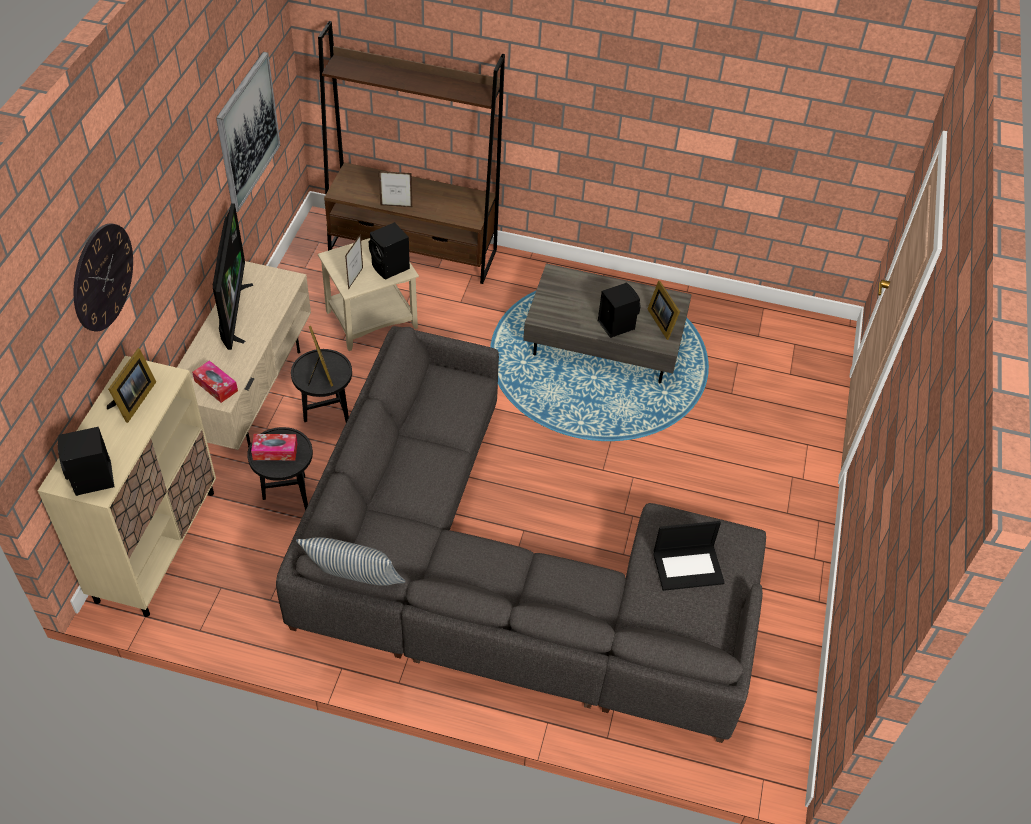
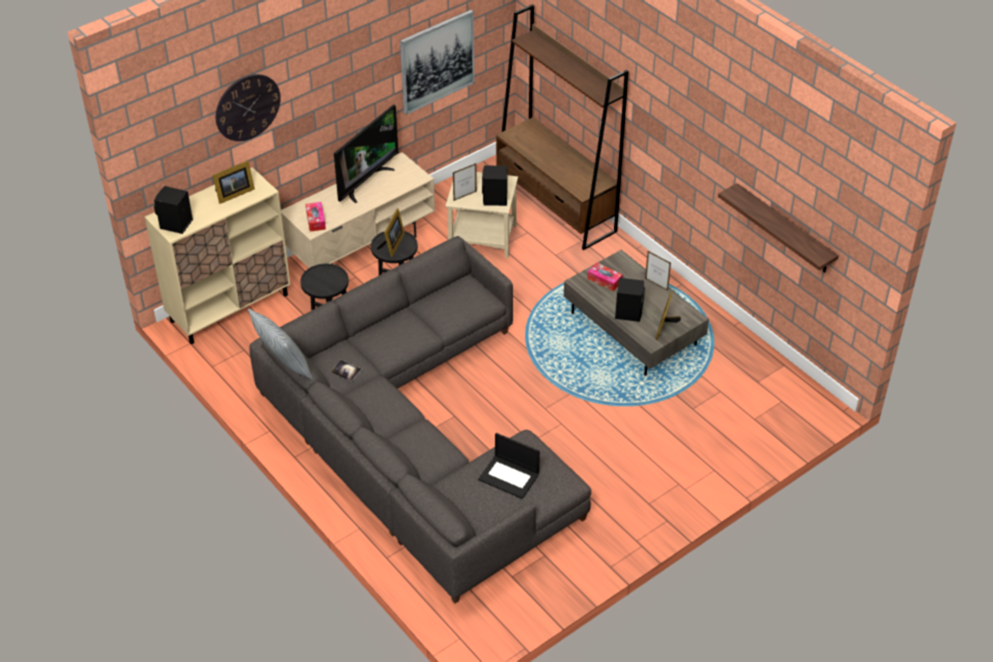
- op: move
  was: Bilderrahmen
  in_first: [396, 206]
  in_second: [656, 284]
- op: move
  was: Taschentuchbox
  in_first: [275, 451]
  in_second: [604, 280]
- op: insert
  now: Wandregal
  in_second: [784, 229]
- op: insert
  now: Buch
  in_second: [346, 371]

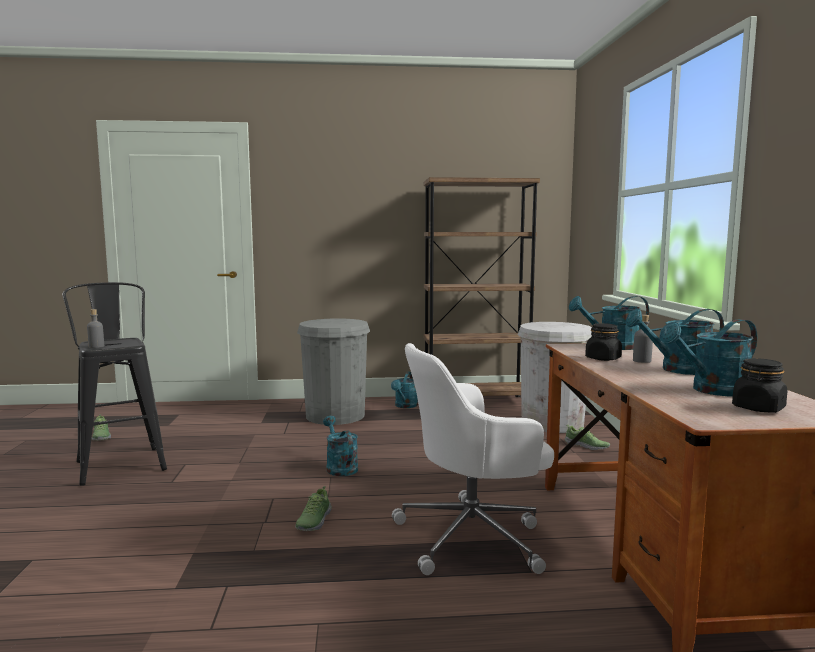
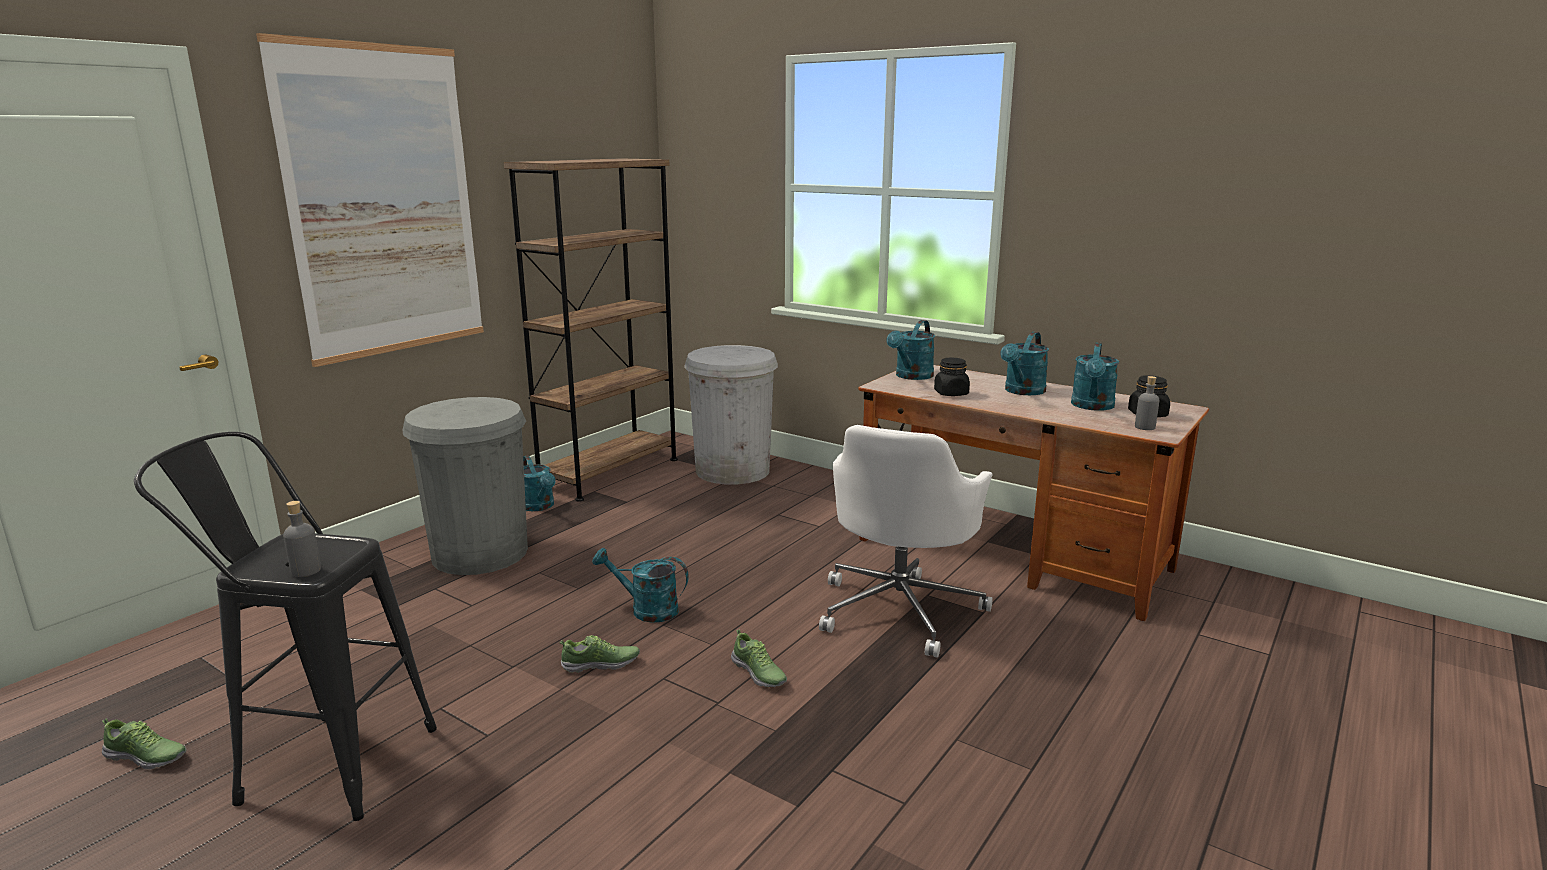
- op: move
  was: Flasche [grau]
  in_first: [642, 361]
  in_second: [1145, 427]
- op: move
  was: Schuh
  in_first: [587, 446]
  in_second: [601, 664]
- op: insert
  now: Bild
  in_second: [383, 203]

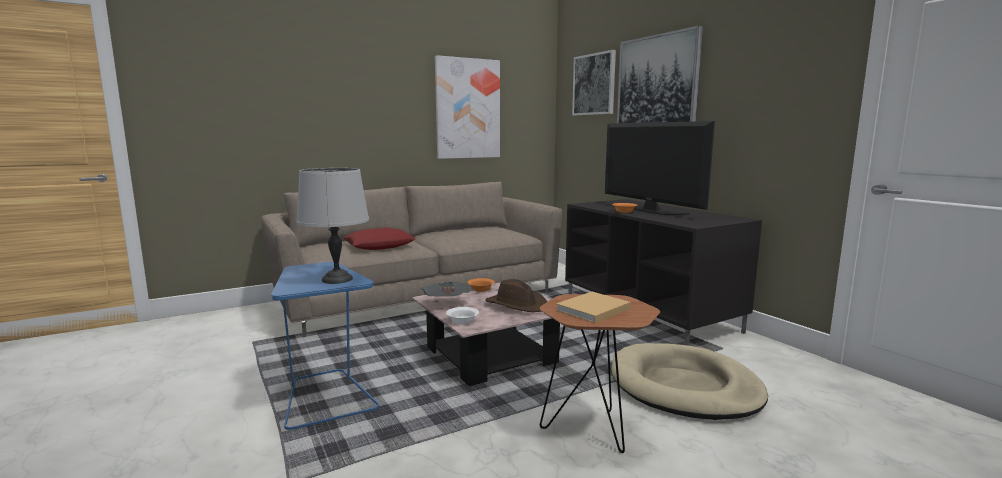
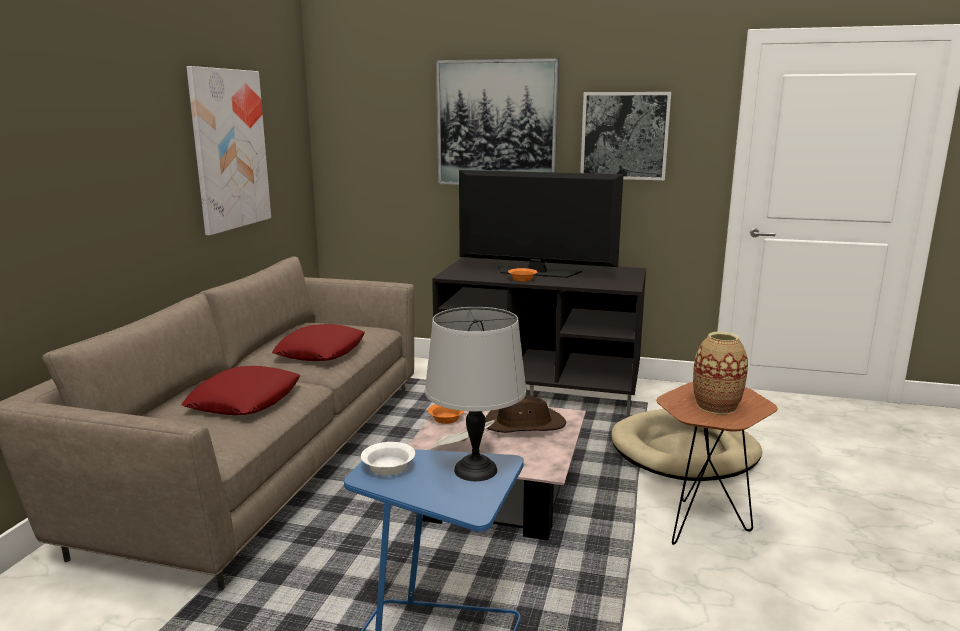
- op: move
  was: Bild
  in_first: [594, 84]
  in_second: [624, 136]
- op: replace
  was: Buch [beige]
  now: Vase
  in_first: [591, 310]
  in_second: [716, 406]
- op: move
  was: Schüssel [weiß]
  in_first: [462, 321]
  in_second: [389, 468]
- op: insert
  now: Kissen [rot]
  in_second: [321, 351]

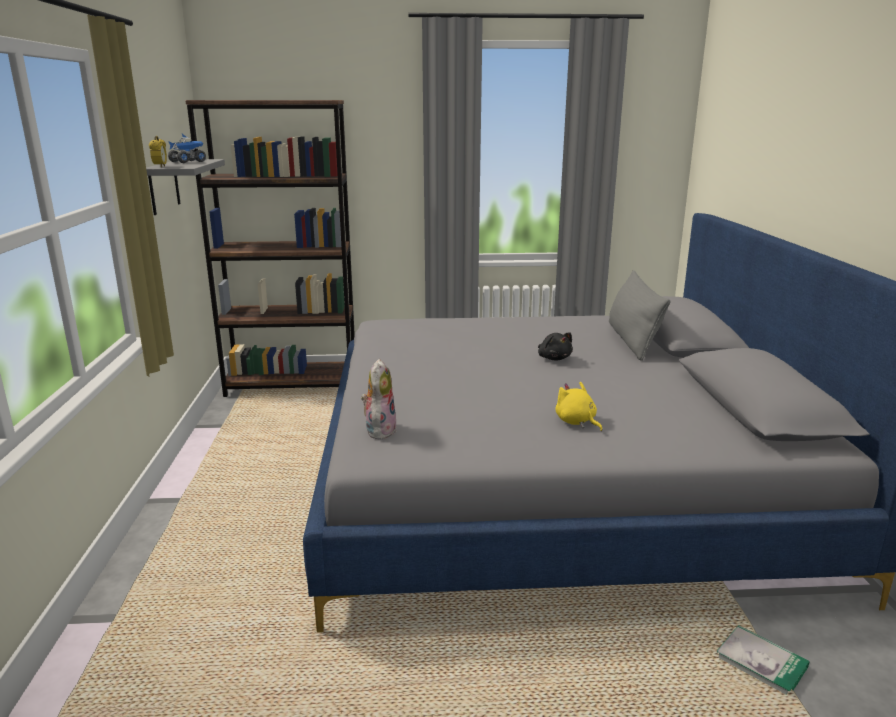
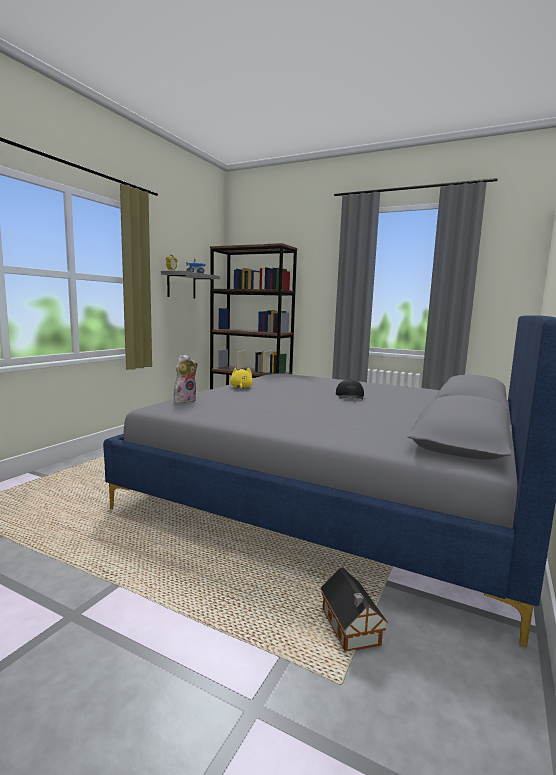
- op: delete
  was: Kissen [grau]
  in_first: [632, 340]
- op: replace
  was: Plüschtier [schwarz]
  now: Kappe [schwarz]
  in_first: [554, 358]
  in_second: [350, 396]
- op: move
  was: Plüschtier [gelb]
  in_first: [576, 422]
  in_second: [241, 387]
- op: replace
  was: Buch
  now: Spielzeughaus
  in_first: [761, 662]
  in_second: [351, 629]

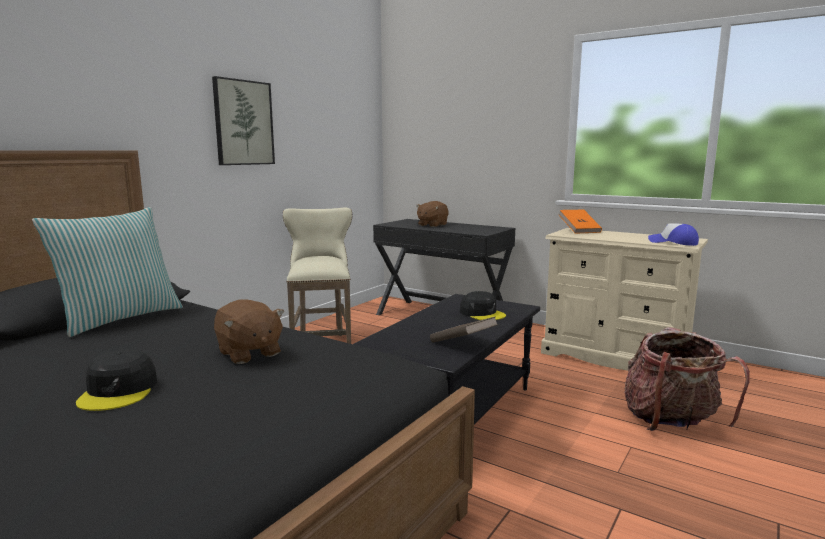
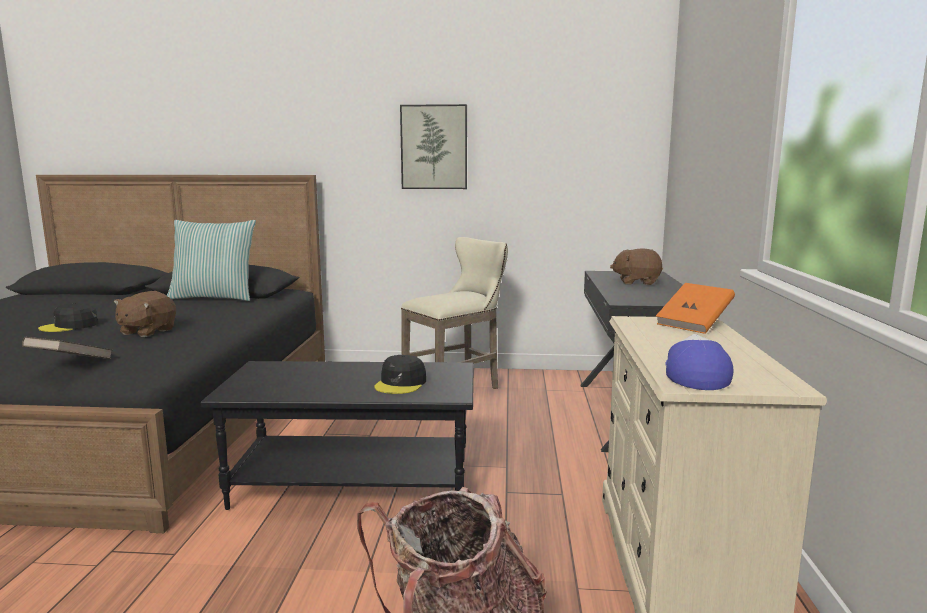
- op: move
  was: Buch [braun]
  in_first: [462, 344]
  in_second: [70, 364]

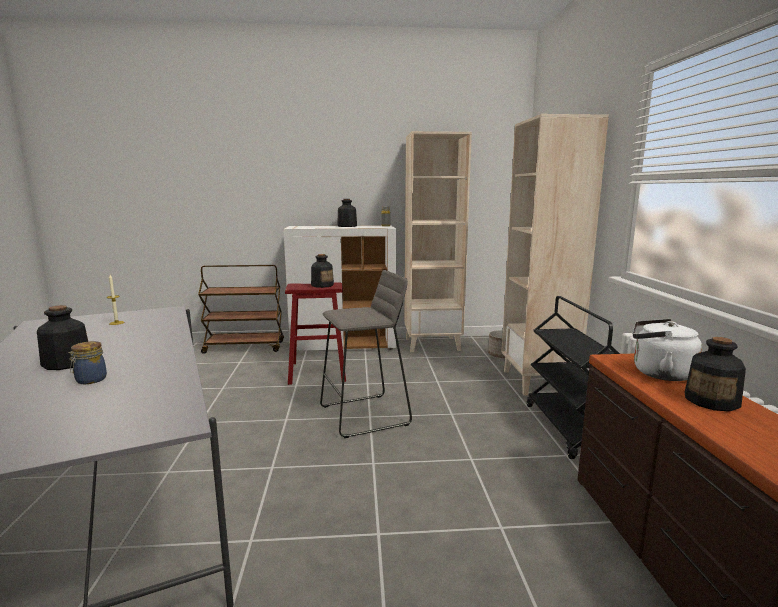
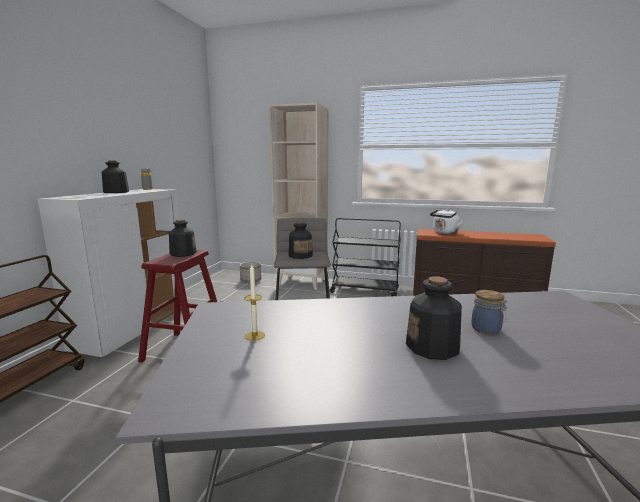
- op: delete
  was: Bücherregal [beige]
  in_first: [432, 344]
- op: move
  was: Flasche
  in_first: [712, 401]
  in_second: [300, 255]

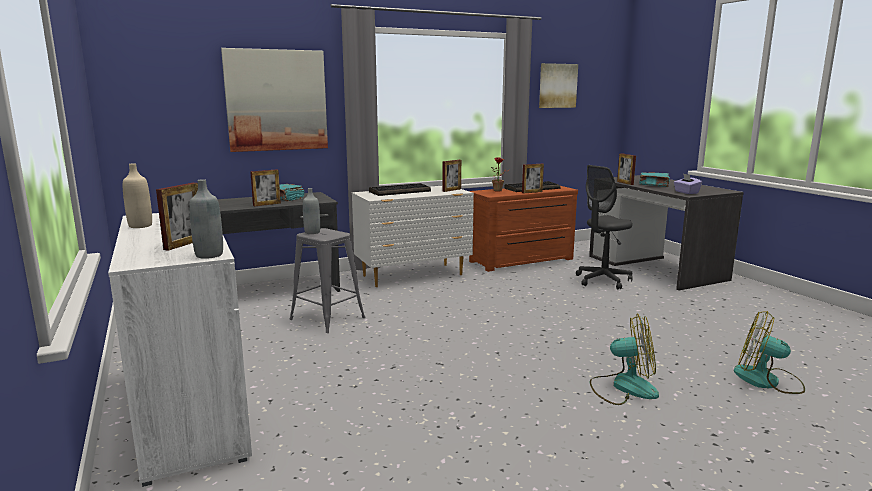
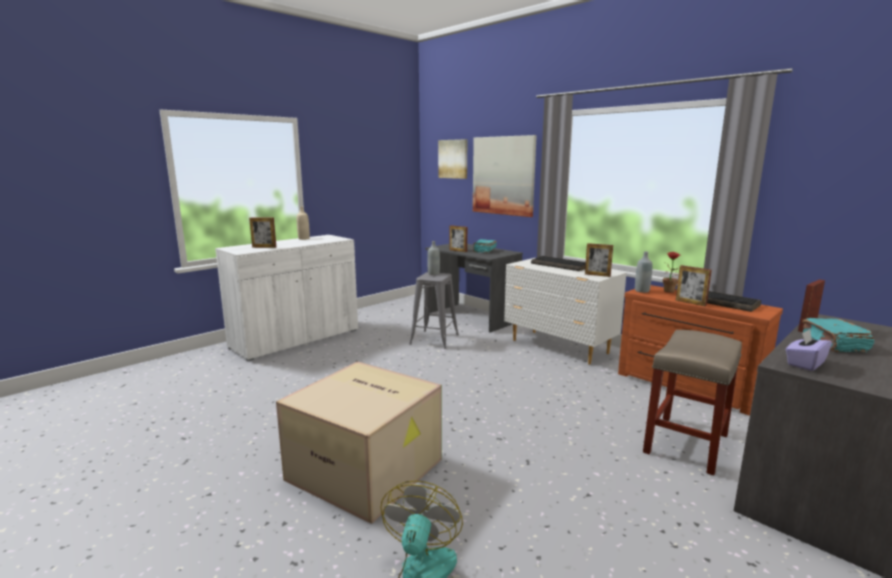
- op: move
  was: Bild
  in_first: [557, 86]
  in_second: [453, 159]
- op: replace
  was: Bürostuhl [grau]
  now: Hocker [beige]
  in_first: [603, 280]
  in_second: [686, 443]
- op: move
  was: Flasche [grau]
  in_first: [209, 255]
  in_second: [642, 291]
- op: replace
  was: Ventilator
  now: Karton
  in_first: [623, 387]
  in_second: [367, 469]

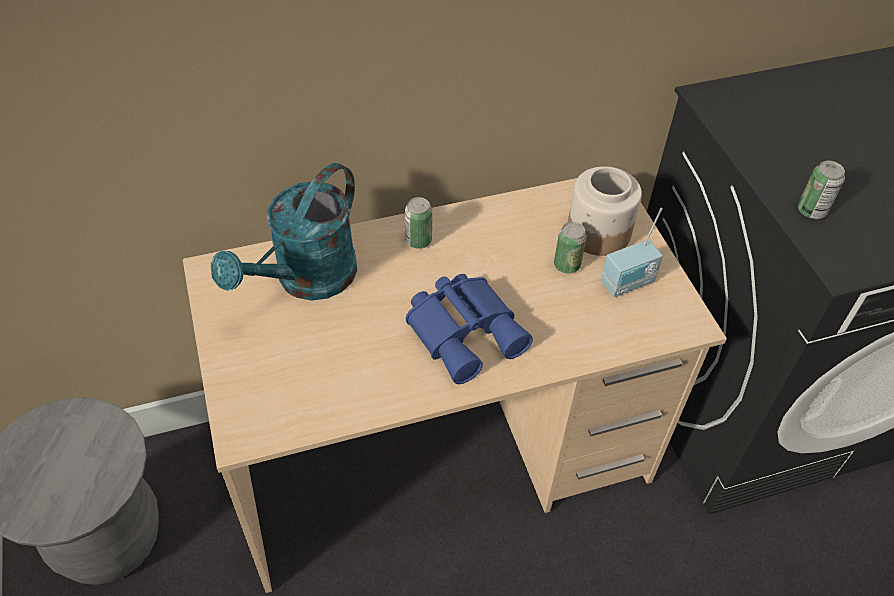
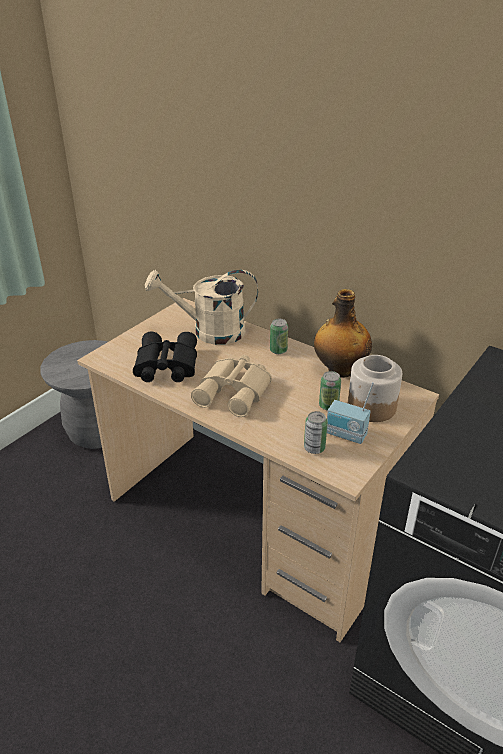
- op: move
  was: Dose
  in_first: [811, 211]
  in_second: [314, 448]
- op: recolor
  was: Gießkanne [türkis]
  now: Gießkanne [beige]
  in_first: [306, 280]
  in_second: [209, 332]
- op: recolor
  was: Fernglas [blau]
  now: Fernglas [beige]
  in_first: [466, 331]
  in_second: [235, 392]
- op: insert
  now: Flasche
  in_second: [339, 370]
- op: insert
  now: Fernglas [schwarz]
  in_second: [165, 366]

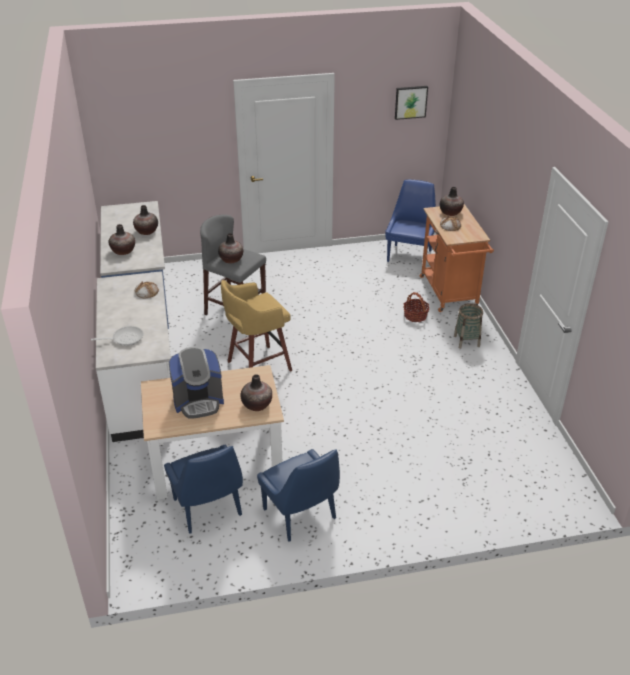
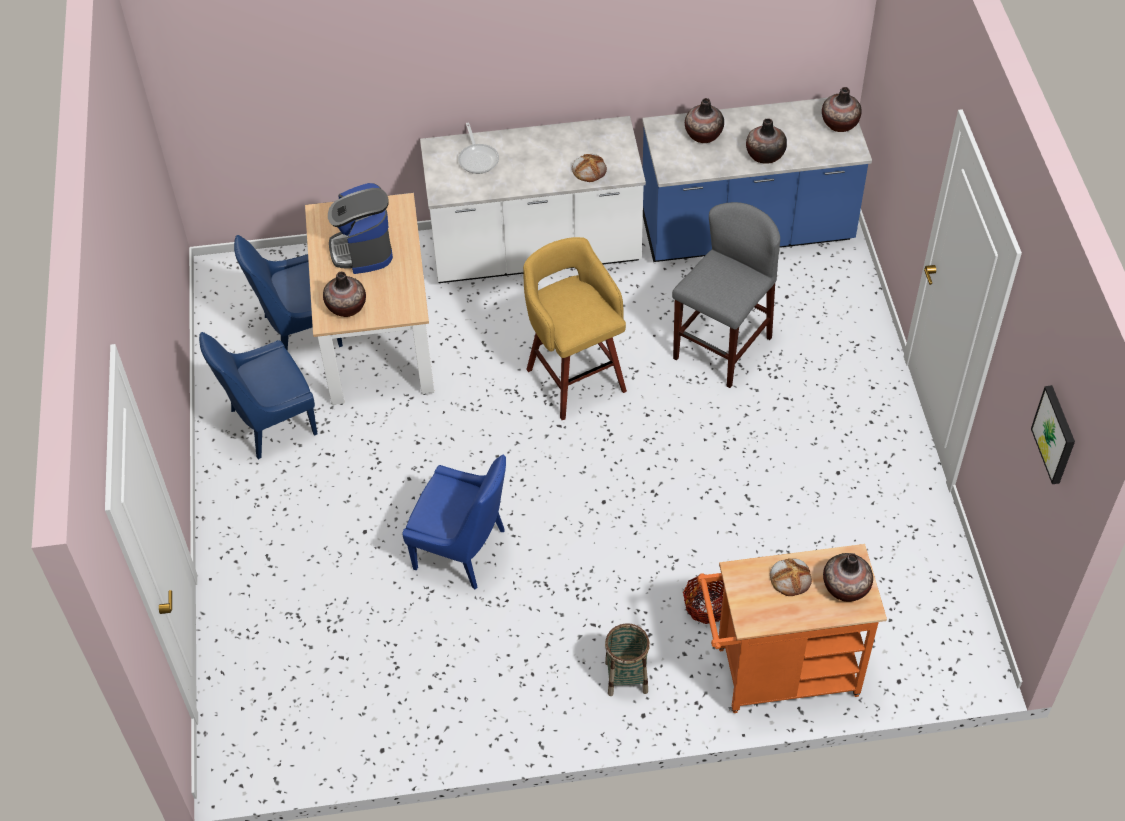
- op: move
  was: Stuhl [blau]
  in_first: [410, 255]
  in_second: [463, 550]
- op: move
  was: Vase
  in_first: [231, 259]
  in_second: [839, 124]

